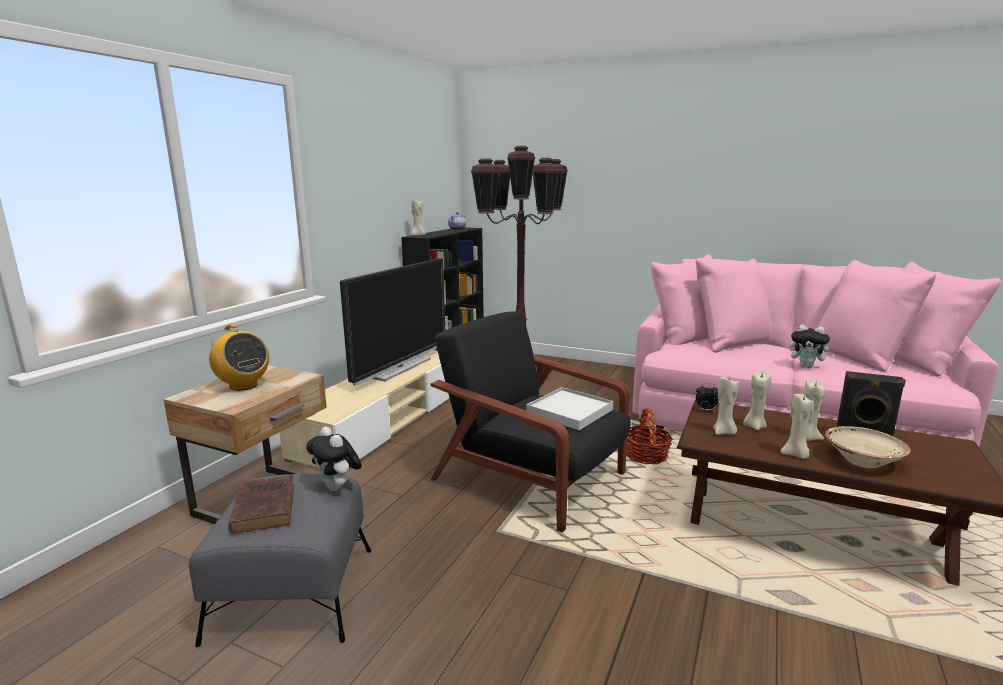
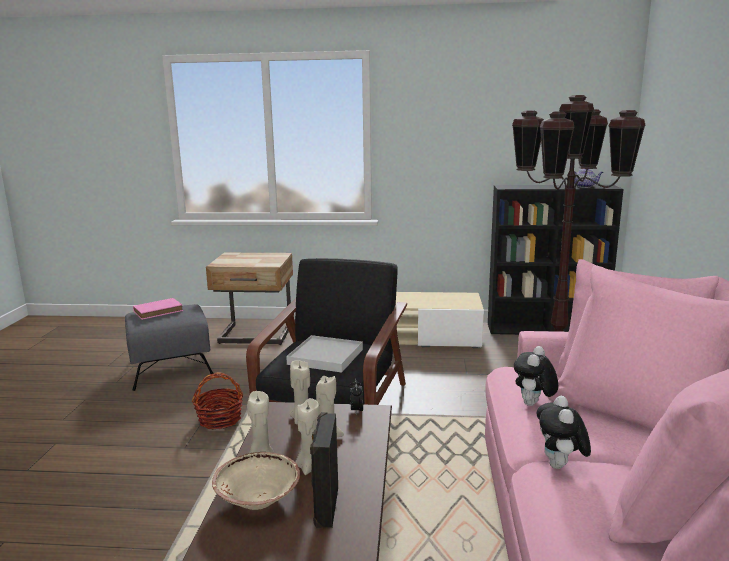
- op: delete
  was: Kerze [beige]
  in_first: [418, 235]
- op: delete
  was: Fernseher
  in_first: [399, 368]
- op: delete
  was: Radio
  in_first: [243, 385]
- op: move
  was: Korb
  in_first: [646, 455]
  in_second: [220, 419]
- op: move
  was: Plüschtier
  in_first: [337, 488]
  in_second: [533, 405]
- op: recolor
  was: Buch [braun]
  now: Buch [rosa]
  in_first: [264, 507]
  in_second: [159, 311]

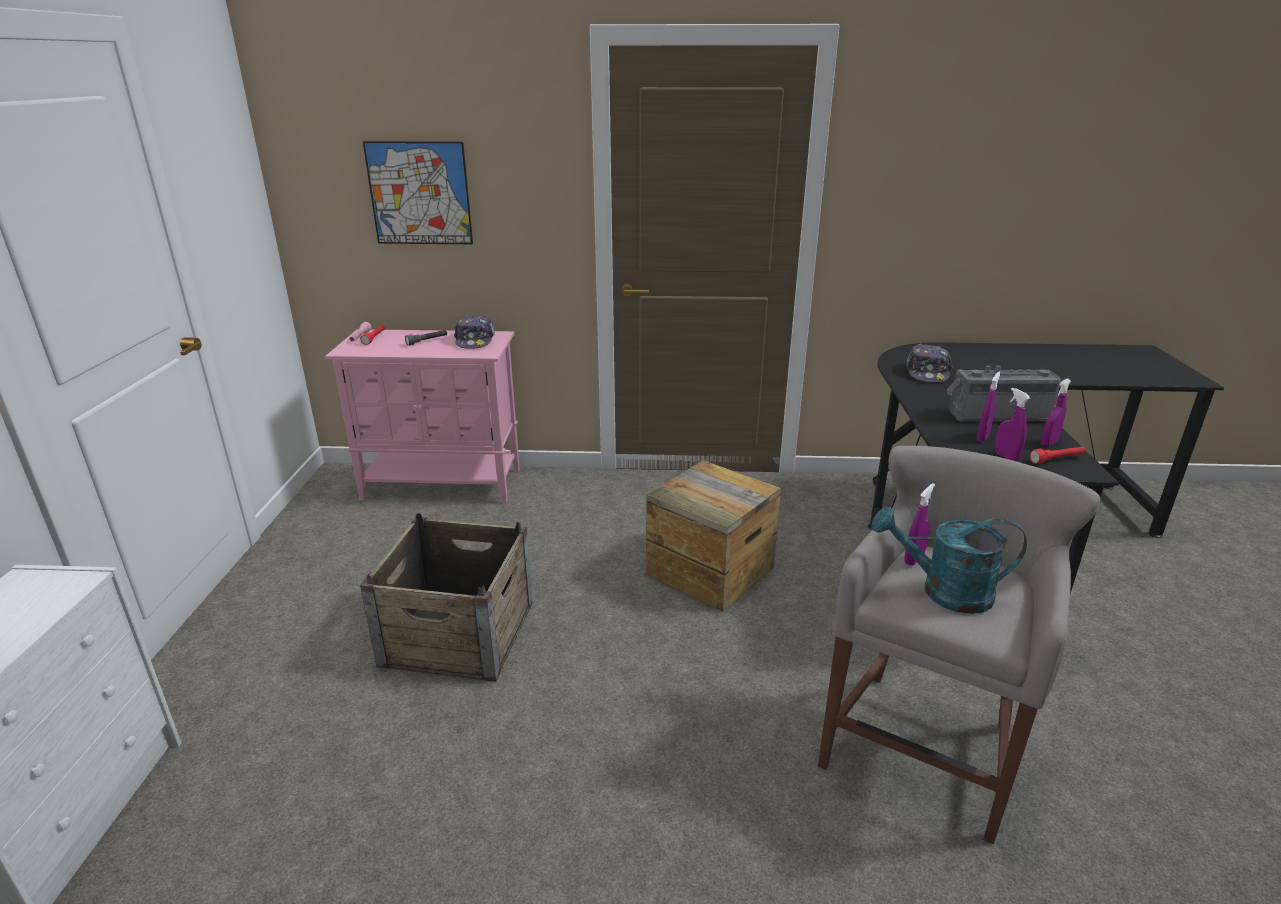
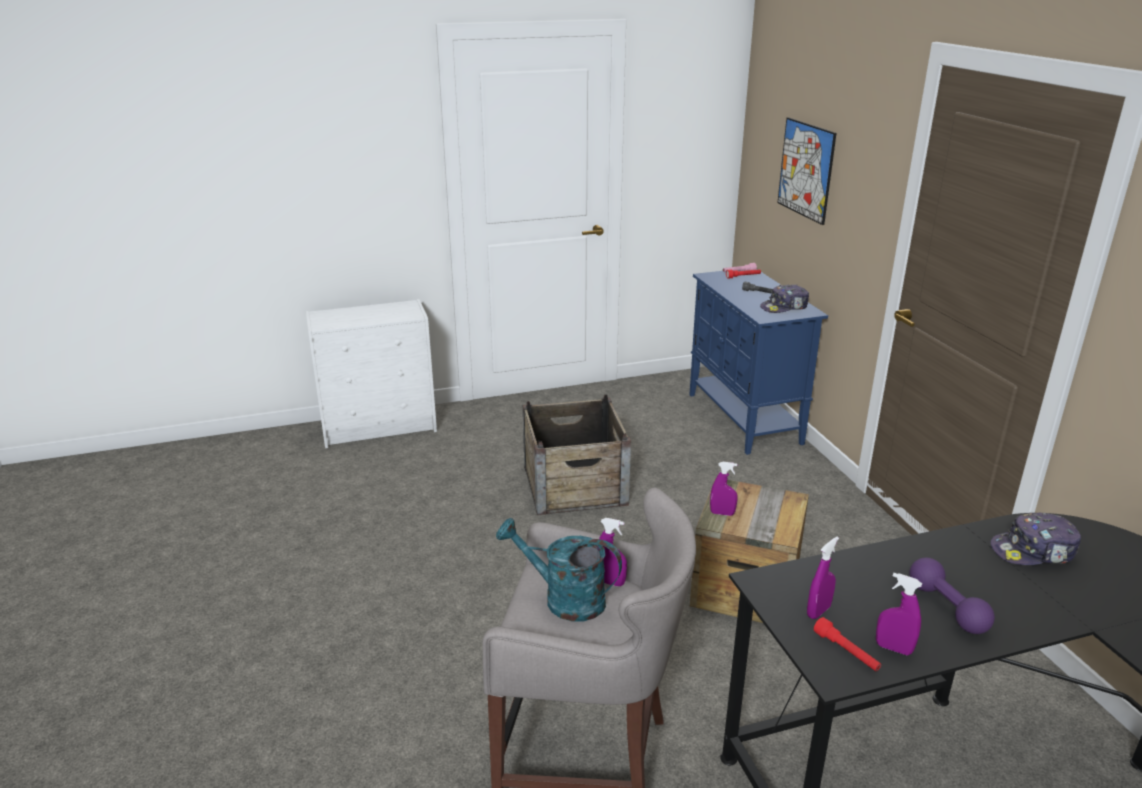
- op: recolor
  was: Schrank [rosa]
  now: Schrank [blau]
  in_first: [444, 484]
  in_second: [744, 419]
- op: replace
  was: Radio
  now: Hantel [lila]
  in_first: [996, 414]
  in_second: [946, 608]
- op: move
  was: Sprühflasche [lila]
  in_first: [982, 437]
  in_second: [722, 513]
- op: rotate
  was: Gießkanne [türkis]
  in_first: [944, 592]
  in_second: [564, 599]
  clockwise: -60

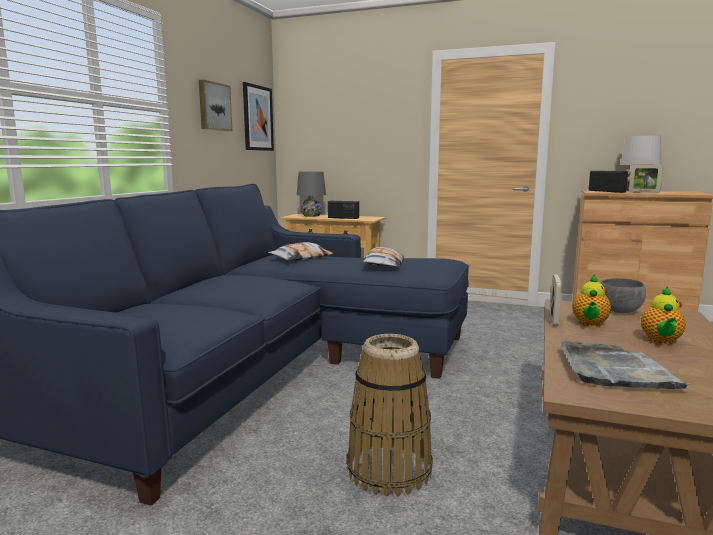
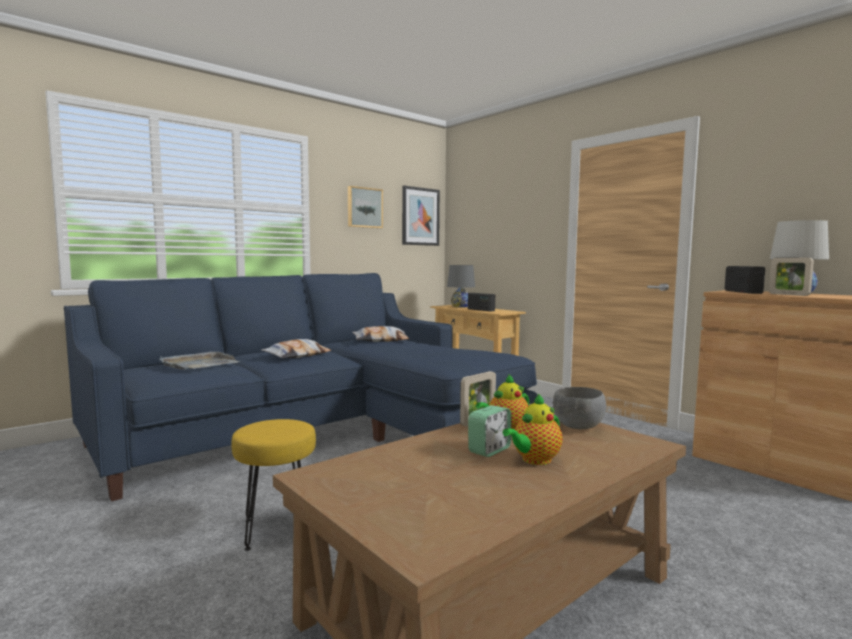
- op: move
  was: Kissen
  in_first: [383, 264]
  in_second: [297, 355]
- op: replace
  was: Korb
  now: Hocker [gelb]
  in_first: [388, 470]
  in_second: [276, 529]
- op: move
  was: Tablett [grau]
  in_first: [616, 370]
  in_second: [199, 364]
- op: insert
  now: Wecker
  in_second: [489, 450]

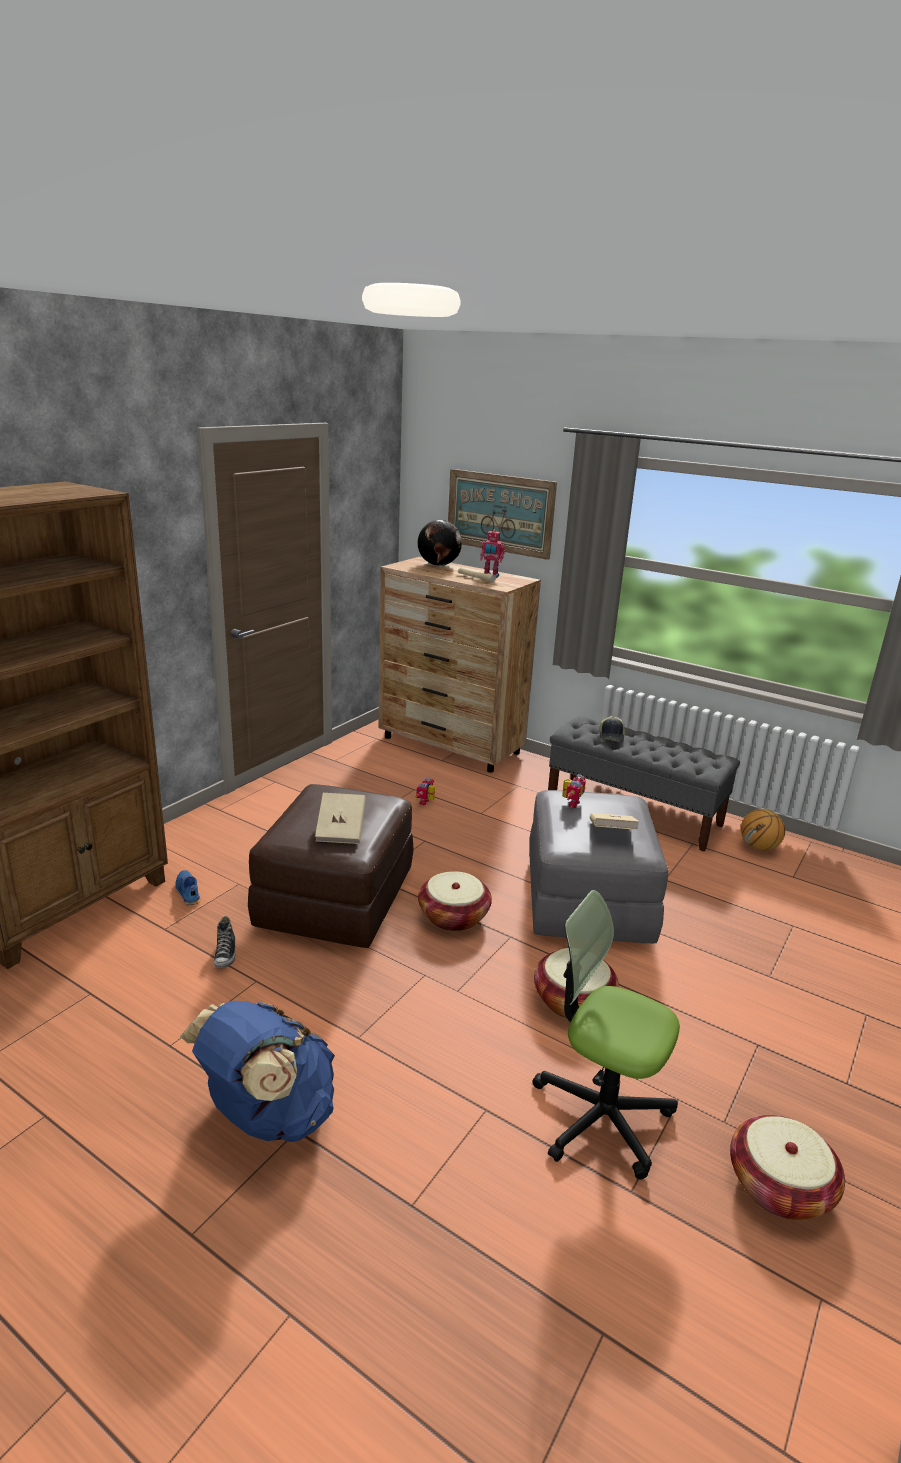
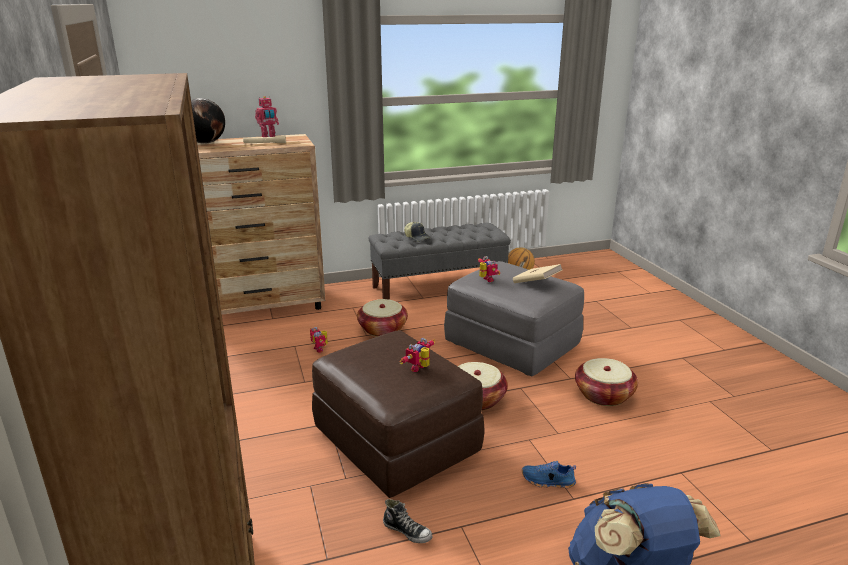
- op: delete
  was: Bild
  in_first: [500, 513]
- op: replace
  was: Buch [beige]
  now: Spielzeugroboter
  in_first: [341, 830]
  in_second: [420, 369]
- op: move
  was: Schuh [blau]
  in_first: [187, 893]
  in_second: [548, 481]
- op: delete
  was: Bürostuhl
  in_first: [600, 1115]
- op: move
  was: Korb
  in_first: [779, 1186]
  in_second: [382, 329]

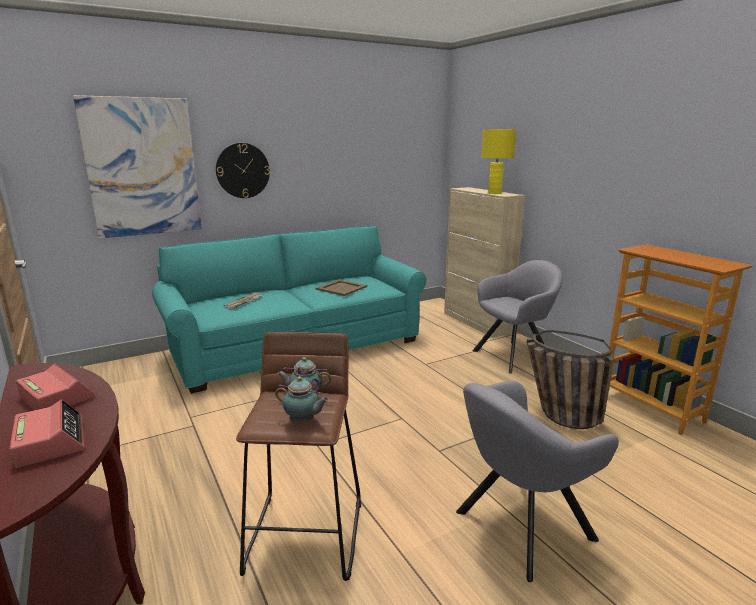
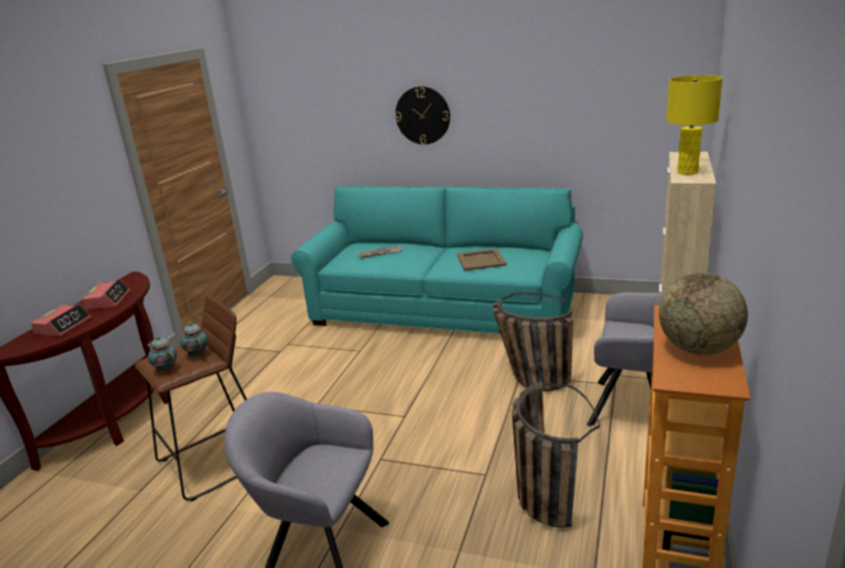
- op: delete
  was: Bild
  in_first: [142, 167]
- op: rotate
  was: Teekanne
  in_first: [303, 422]
  in_second: [166, 369]
  clockwise: 150
- op: insert
  now: Globus
  in_second: [698, 349]
- op: insert
  now: Korb
  in_second: [529, 378]

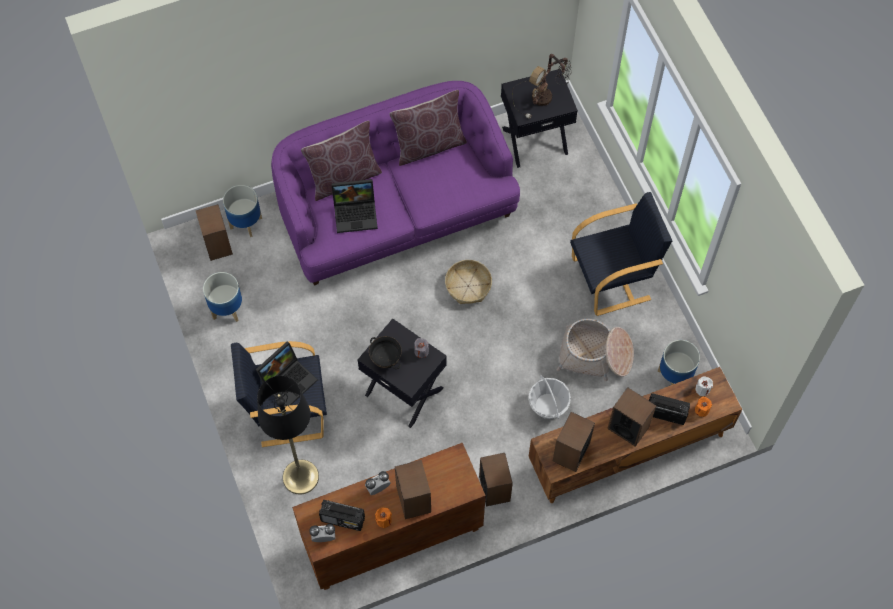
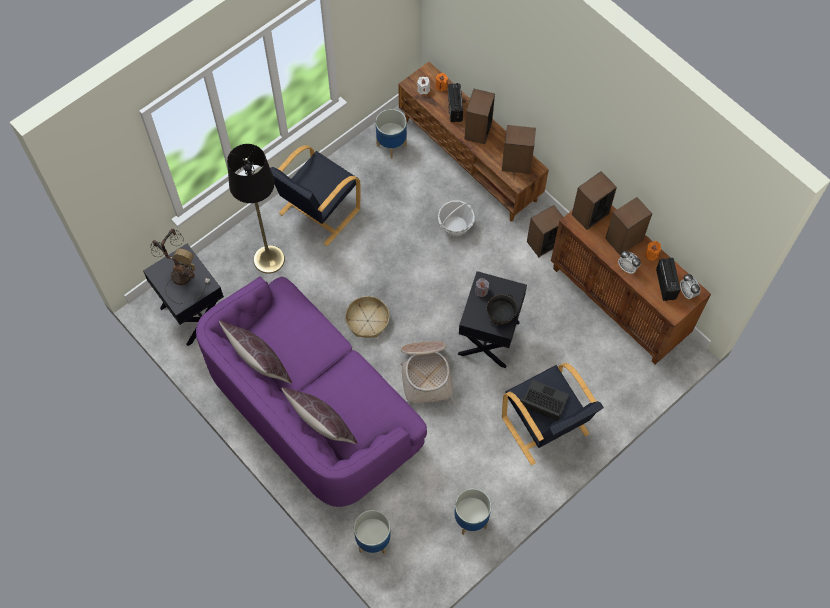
- op: delete
  was: Laptop
  in_first: [356, 213]
- op: rotate
  was: Sessel [schwarz]
  in_first: [612, 278]
  in_second: [318, 212]
  clockwise: -105
- op: move
  was: Lautsprecher
  in_first: [218, 245]
  in_second: [590, 214]
- op: move
  was: Korb
  in_first: [595, 355]
  in_second: [426, 374]
- op: move
  was: Stehlampe [schwarz]
  in_first: [300, 477]
  in_second: [269, 259]

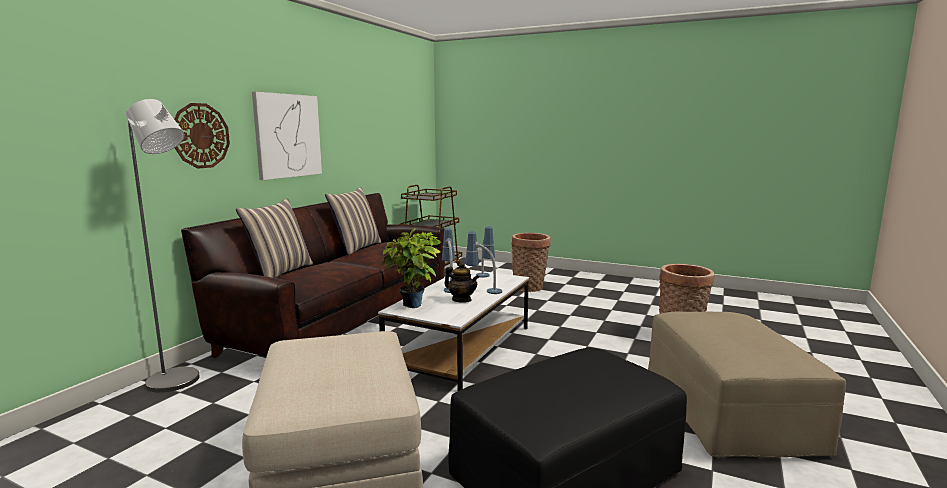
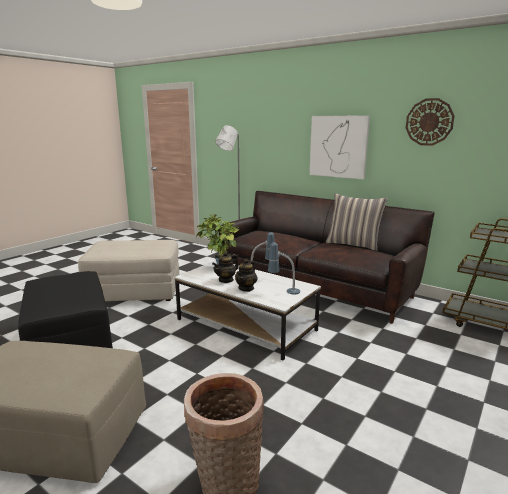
- op: move
  was: Wanduhr
  in_first: [200, 136]
  in_second: [429, 122]
- op: delete
  was: Kissen
  in_first: [280, 272]
- op: replace
  was: Tischlampe
  now: Teekanne
  in_first: [483, 290]
  in_second: [246, 288]
- op: delete
  was: Korb
  in_first: [530, 288]

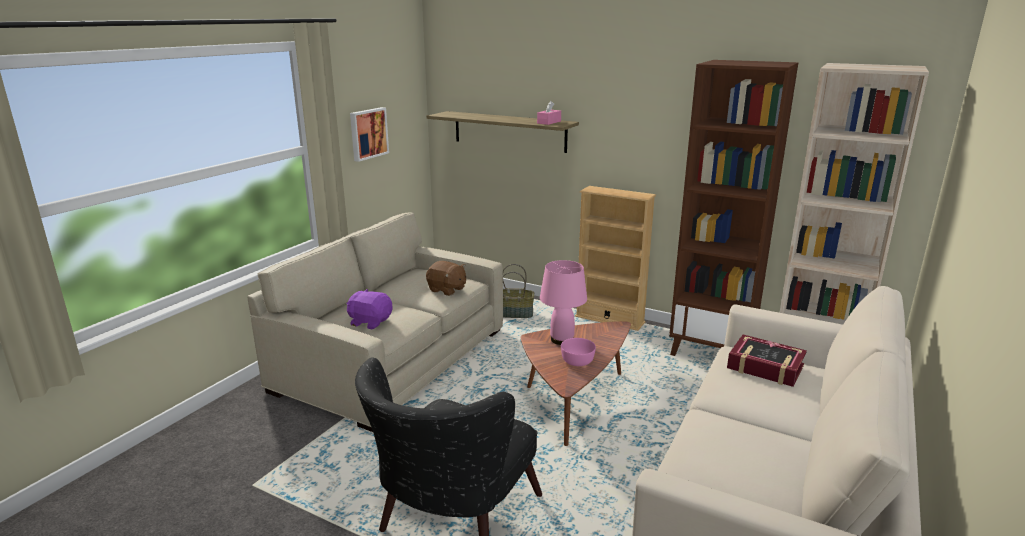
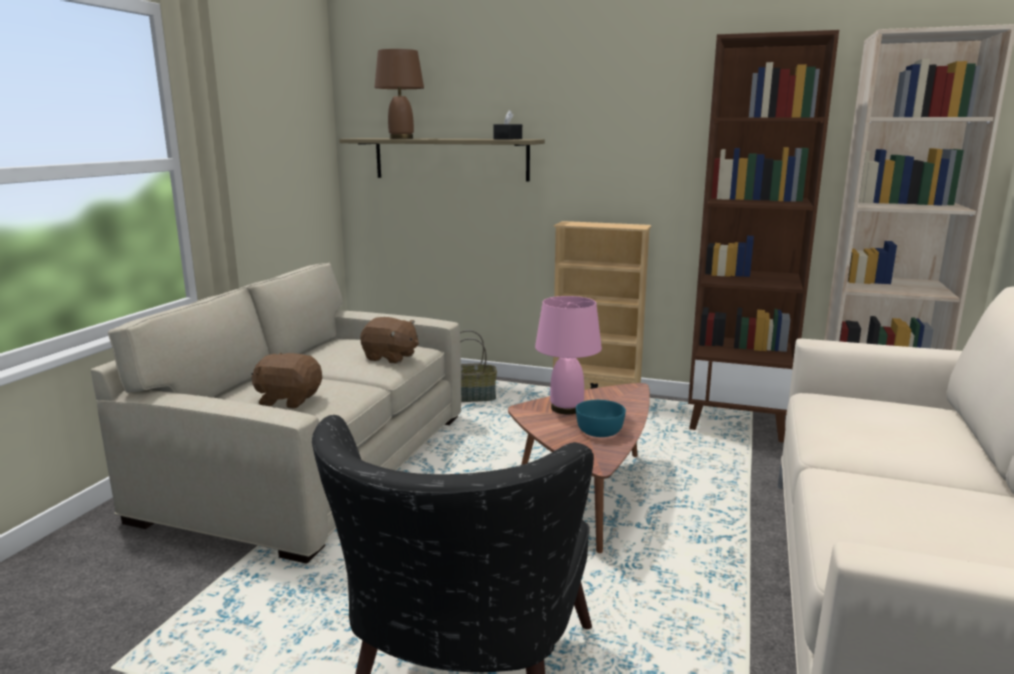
- op: recolor
  was: Taschentuchbox [rosa]
  now: Taschentuchbox [schwarz]
  in_first: [549, 122]
  in_second: [508, 139]
- op: delete
  was: Bild
  in_first: [368, 133]
- op: recolor
  was: Plüschtier [lila]
  now: Plüschtier [braun]
  in_first: [370, 322]
  in_second: [289, 400]
- op: delete
  was: Buch
  in_first: [765, 367]
- op: recolor
  was: Schüssel [rosa]
  now: Schüssel [türkis]
  in_first: [578, 361]
  in_second: [600, 431]
- op: insert
  now: Tischlampe [braun]
  in_second: [402, 138]

